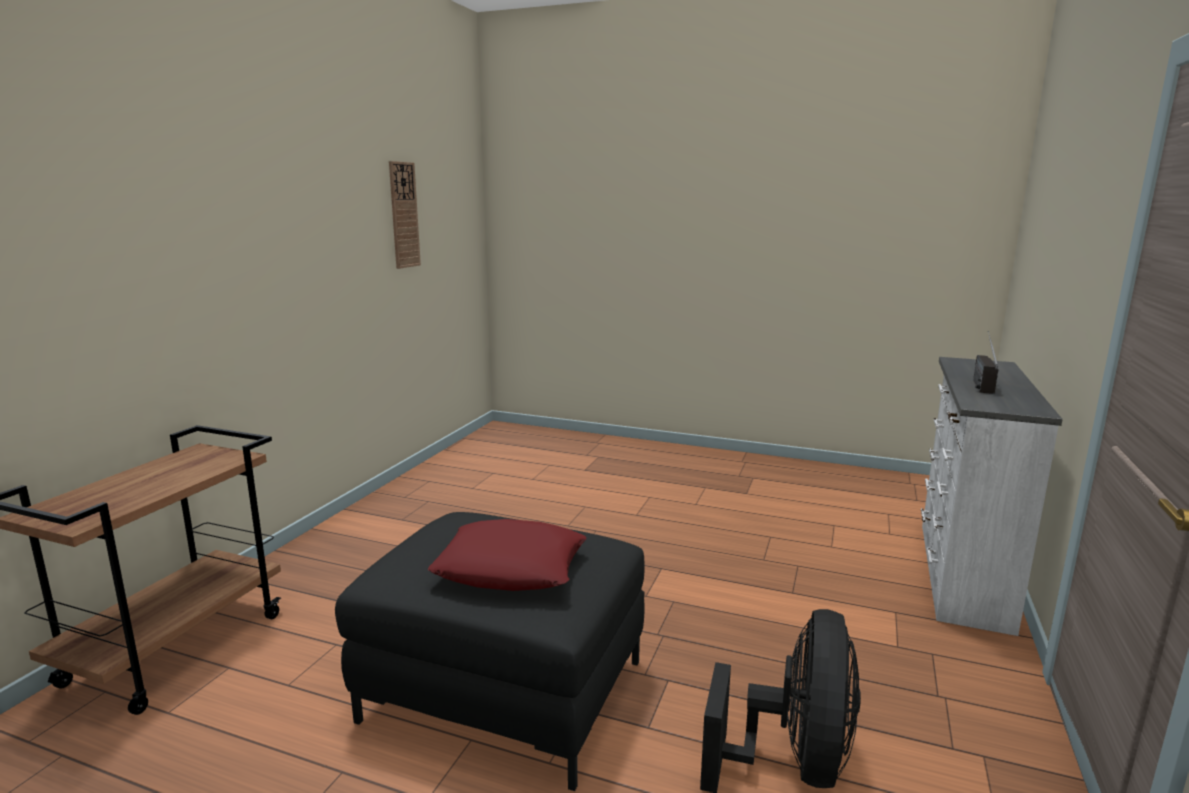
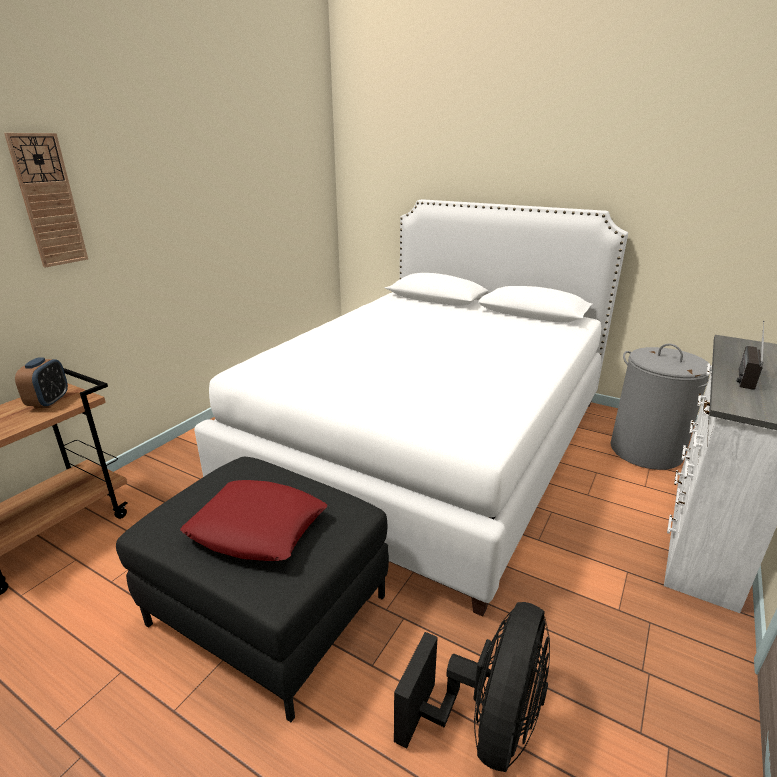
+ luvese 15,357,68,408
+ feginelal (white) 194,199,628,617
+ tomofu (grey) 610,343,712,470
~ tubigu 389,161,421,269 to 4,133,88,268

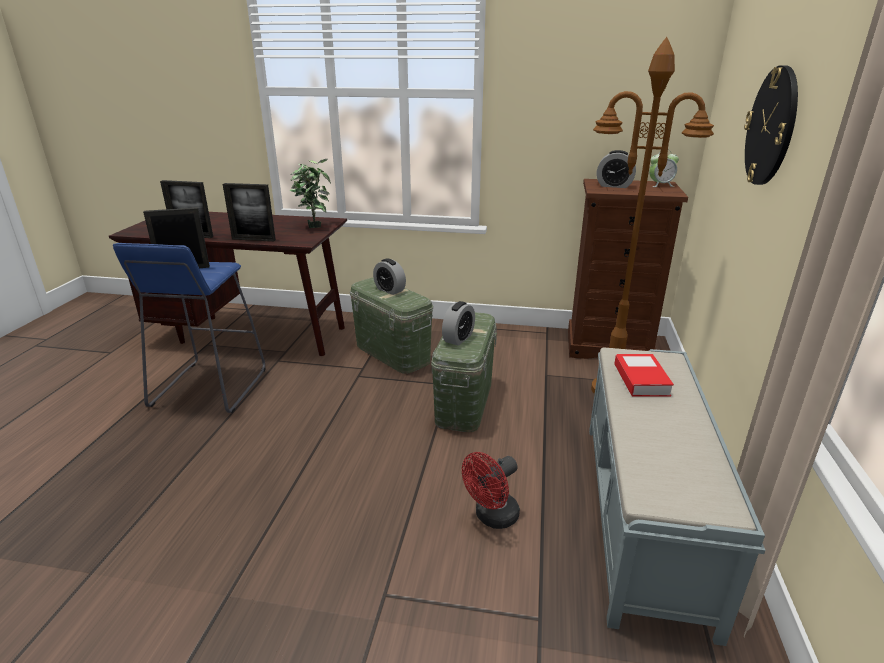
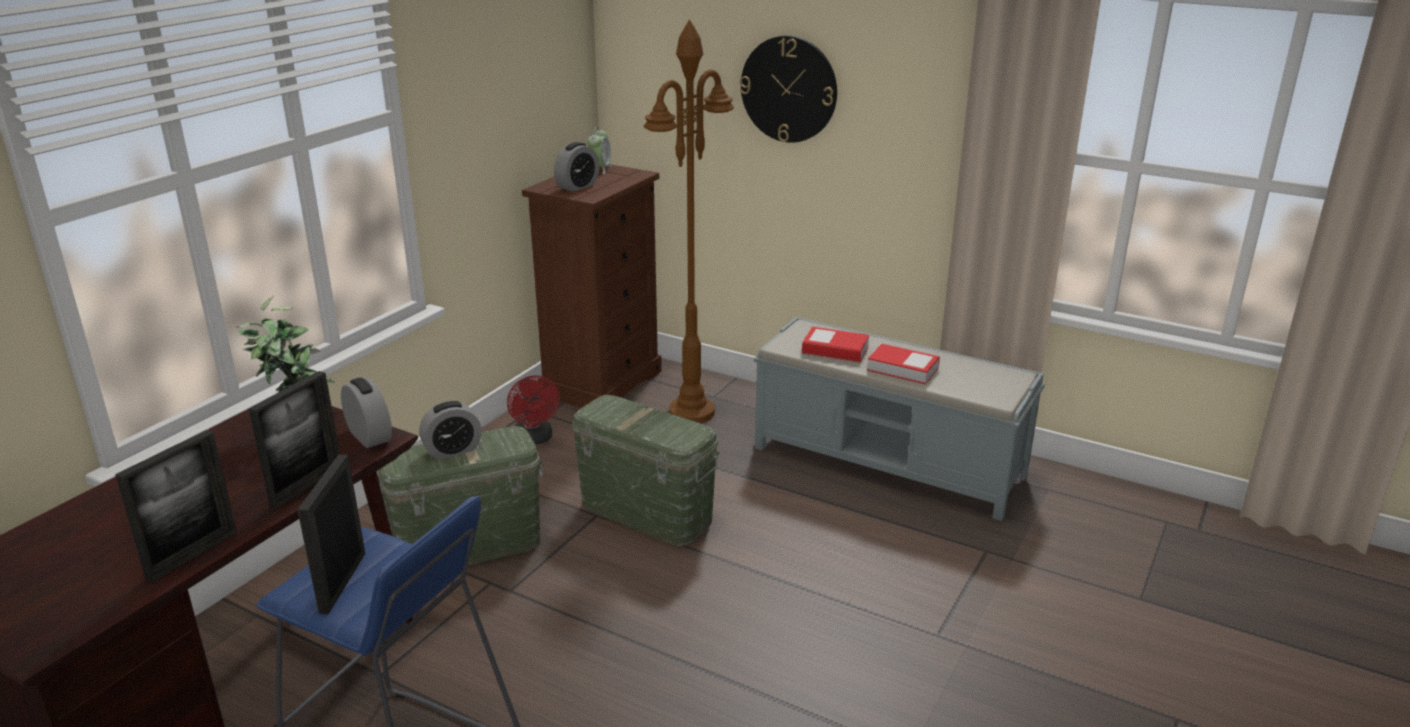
+ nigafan 867,344,940,384
~ luvese 442,301,475,346 to 341,378,392,448
~ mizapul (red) 462,452,520,529 to 507,375,560,445

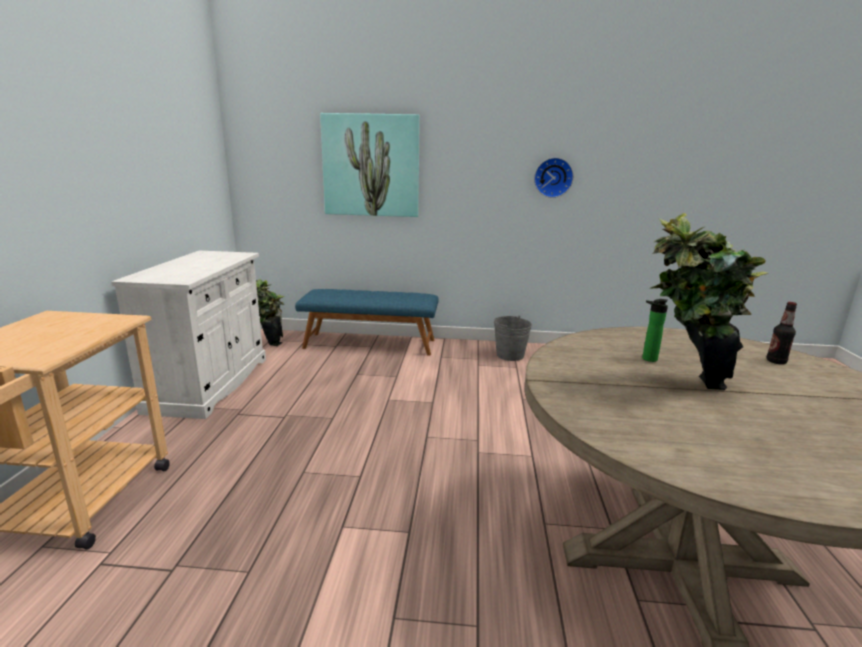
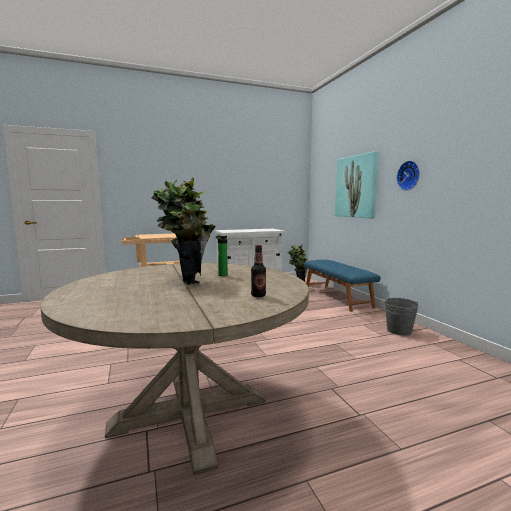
~ tubigu 534,157,574,198 to 397,161,420,191

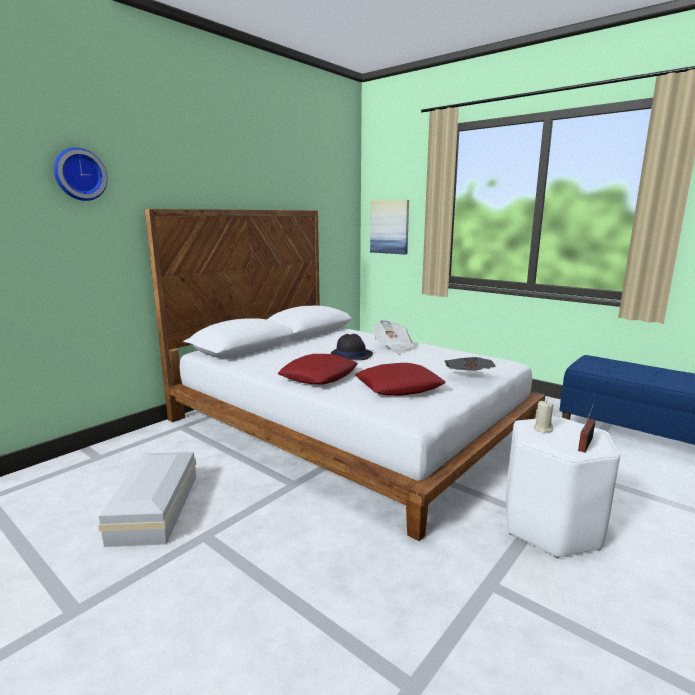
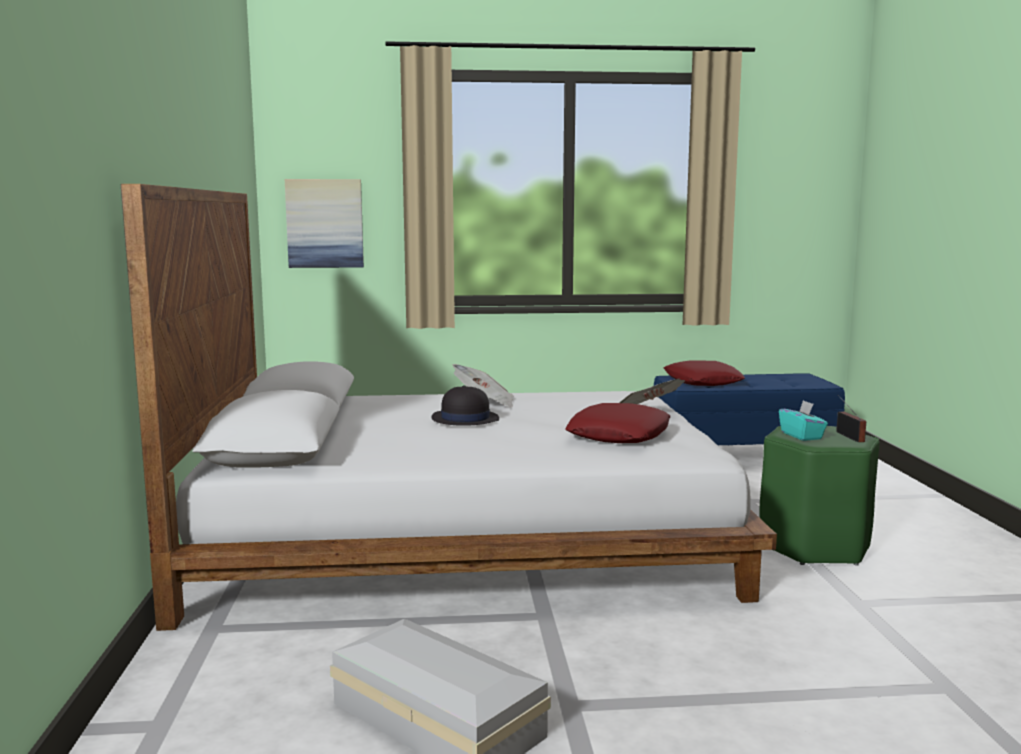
- tubigu 54,147,107,201
~ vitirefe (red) 277,354,358,384 to 664,360,745,386
~ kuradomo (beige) 534,400,553,434 to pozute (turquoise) 779,400,828,441
~ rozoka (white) 506,416,620,558 to rozoka (green) 759,426,880,565

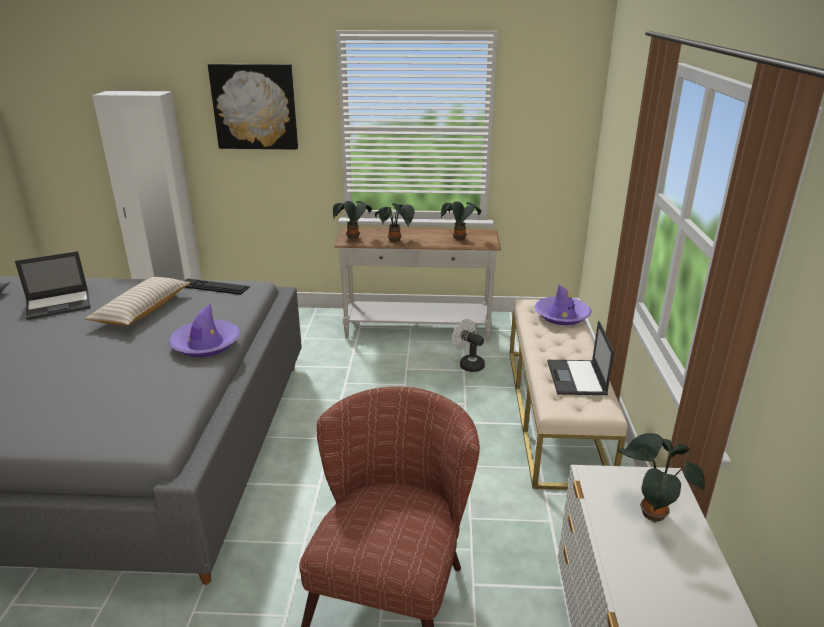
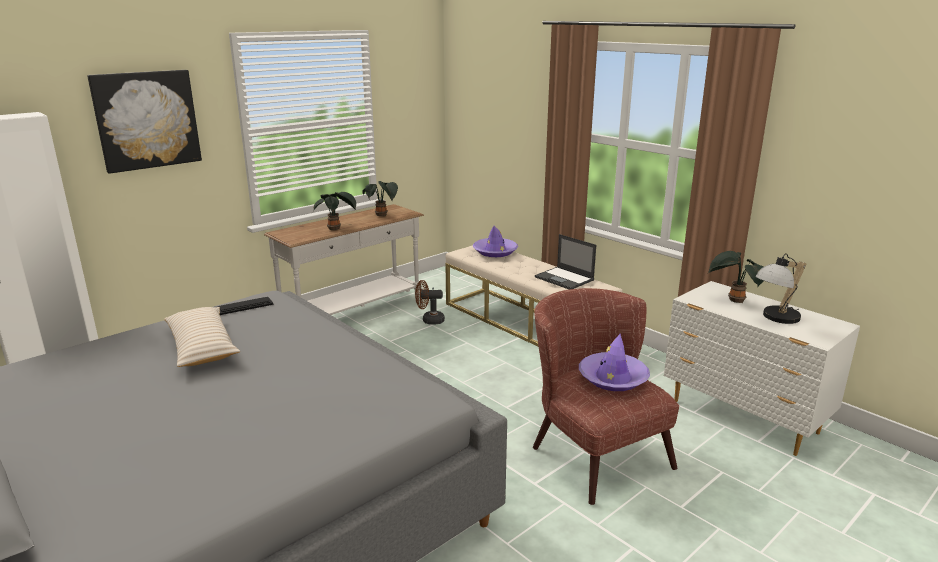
- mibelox 15,251,91,320
- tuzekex 333,201,372,239
+ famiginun 755,253,806,324
~ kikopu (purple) 168,303,240,357 to 579,334,650,391
~ mizapul (white) 452,319,485,372 to mizapul (brown) 415,280,445,325

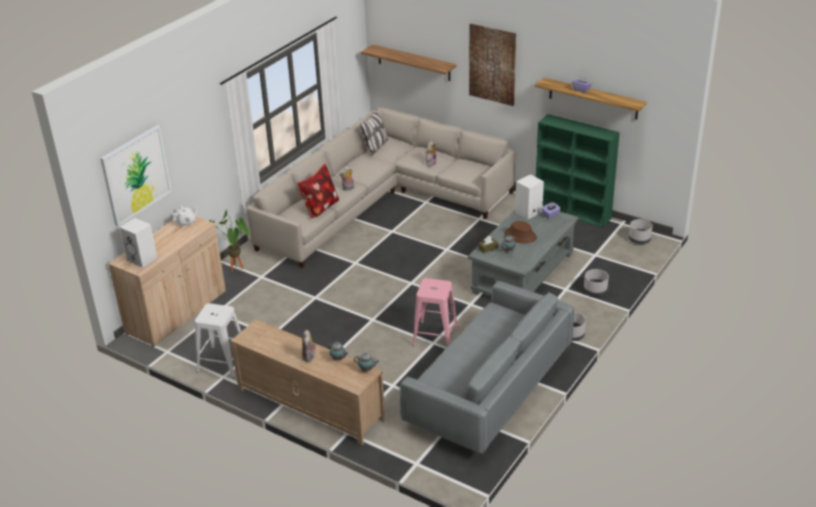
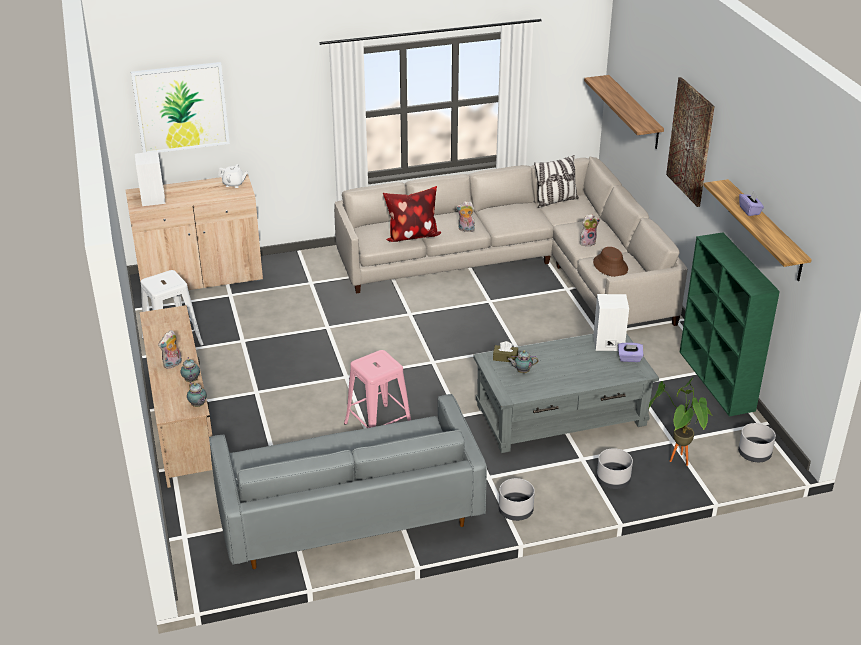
~ tuzekex 209,210,250,272 to 649,377,712,466
~ kikopu (brown) 504,221,537,244 to 593,247,628,277

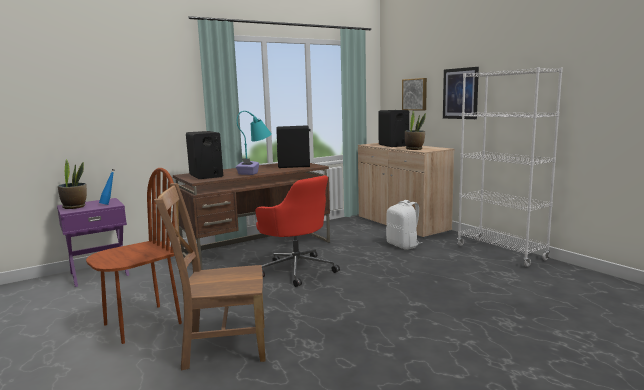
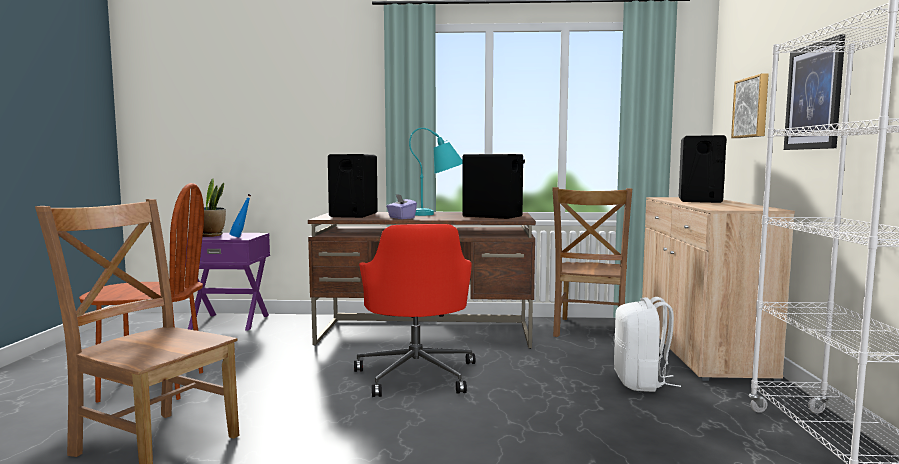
- tuzekex 405,111,426,150
+ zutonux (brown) 552,187,632,337

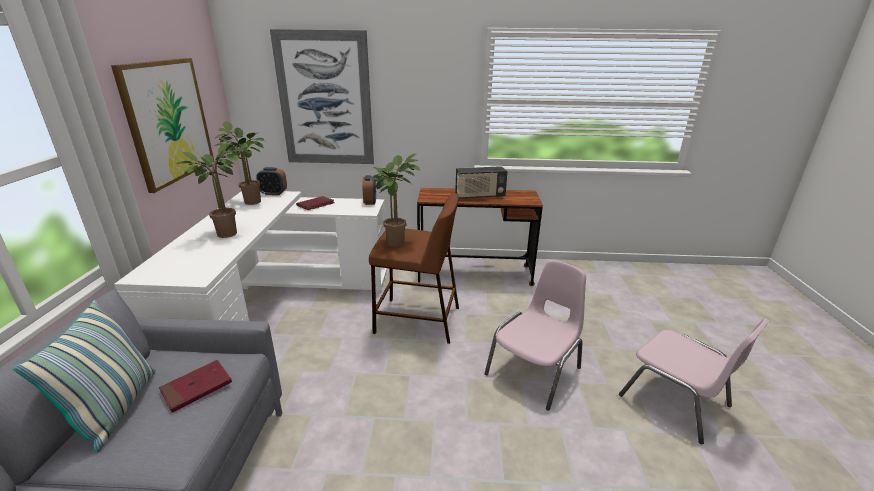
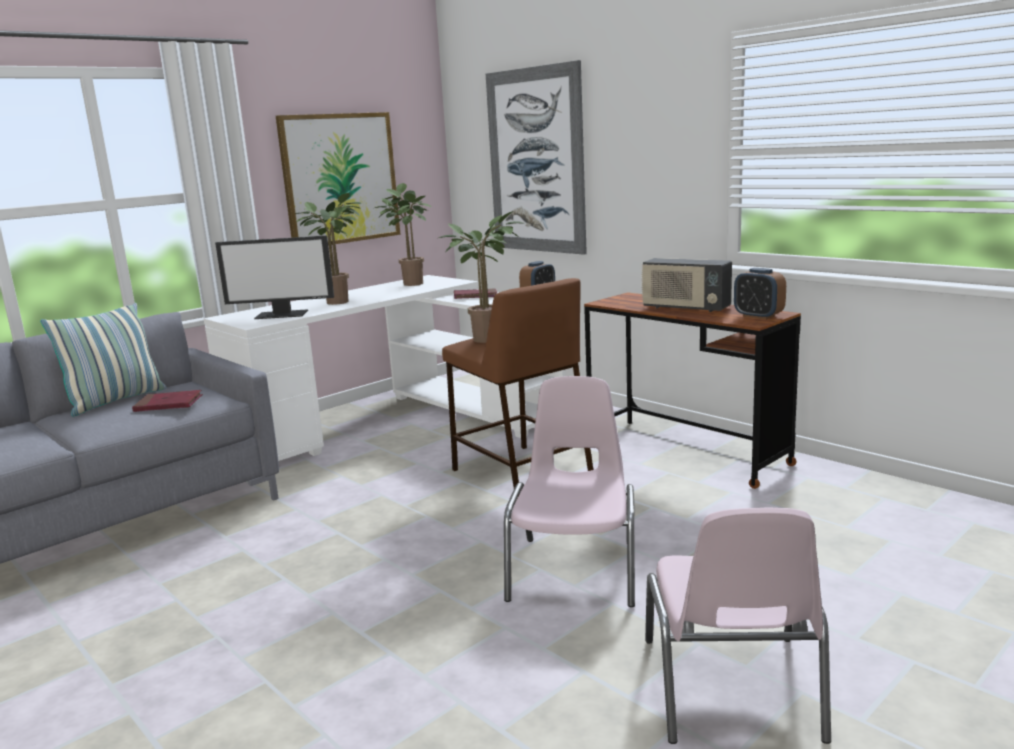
+ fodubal 215,236,334,319
~ luvese 256,167,287,196 to 734,268,786,320
~ zutonux (pink) 484,260,586,411 = 504,376,635,607 75 degrees counterclockwise

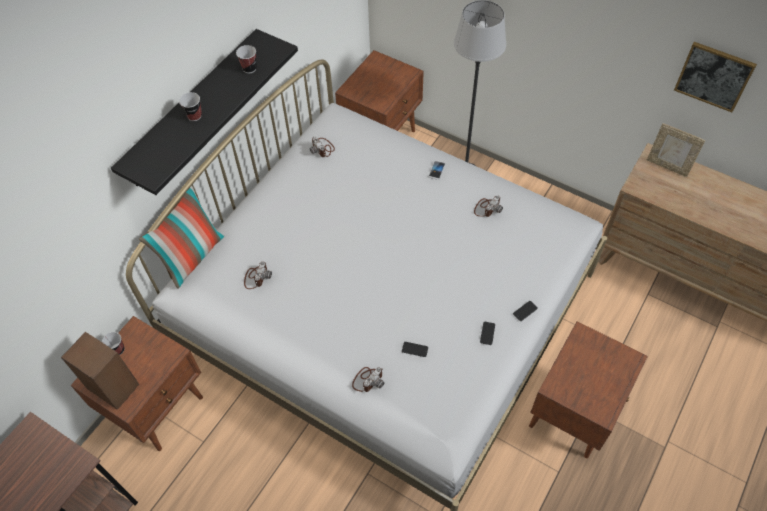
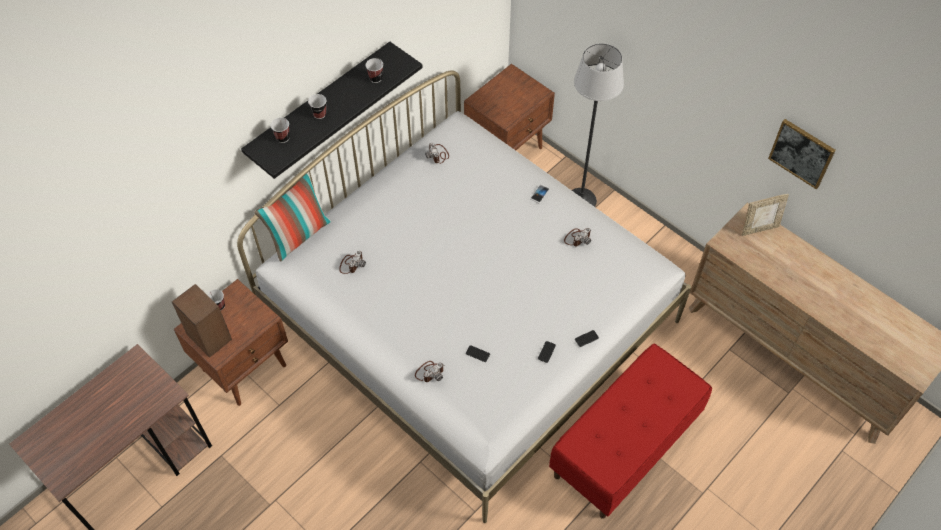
+ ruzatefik 271,118,290,143
~ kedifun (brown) 529,321,648,458 to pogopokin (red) 549,344,712,519
~ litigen 647,123,705,177 = 742,194,789,236 60 degrees counterclockwise

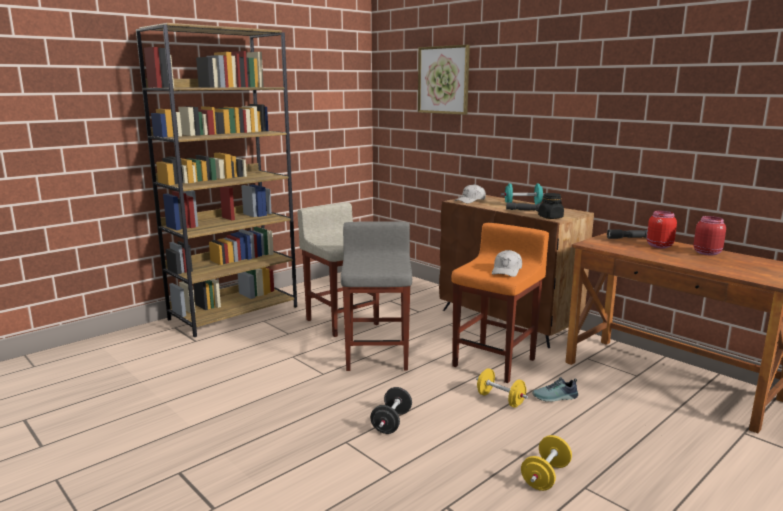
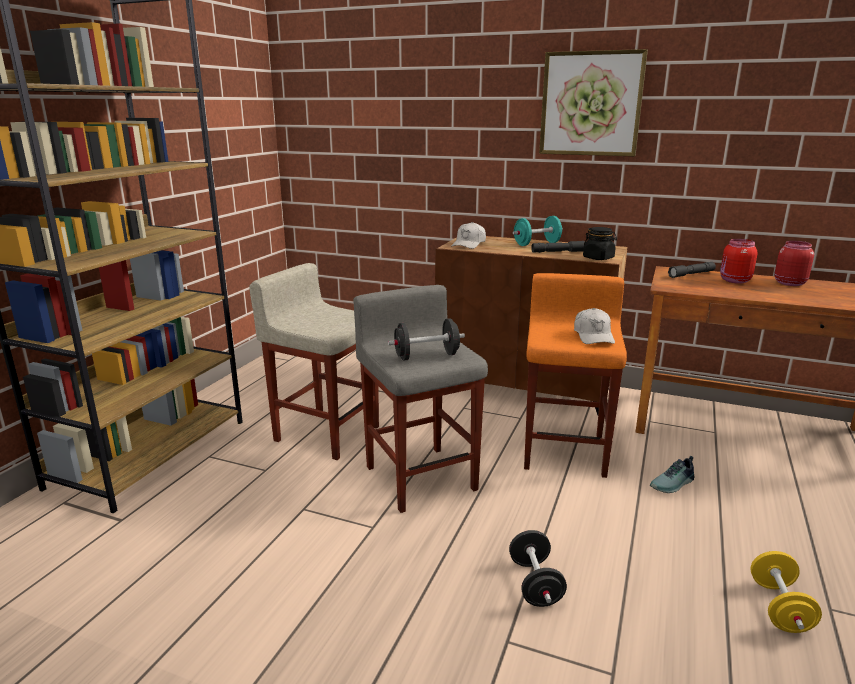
- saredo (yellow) 476,368,528,408
+ saredo (black) 388,318,465,361
~ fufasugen 418,45,470,115 to 539,49,648,156

